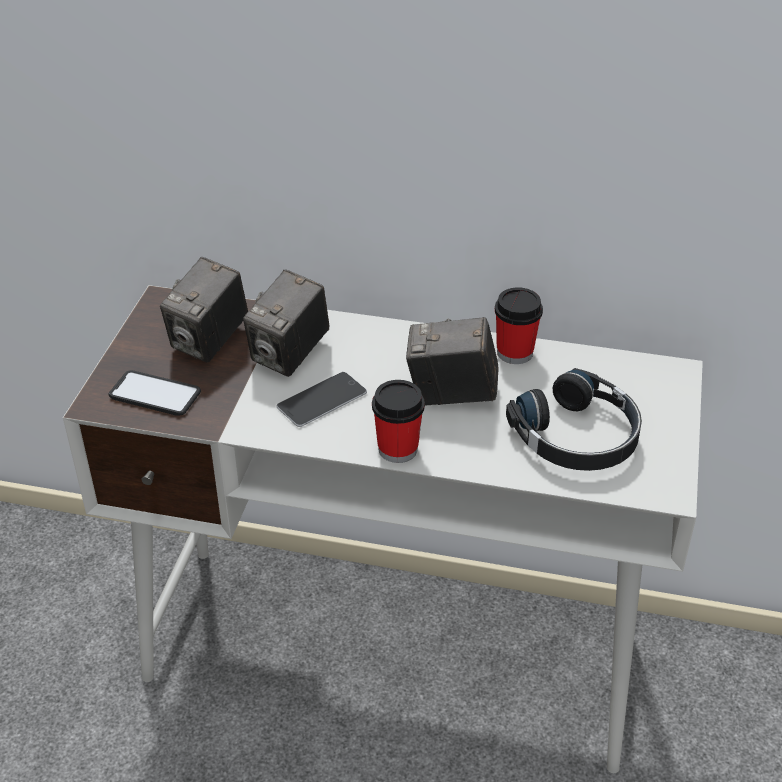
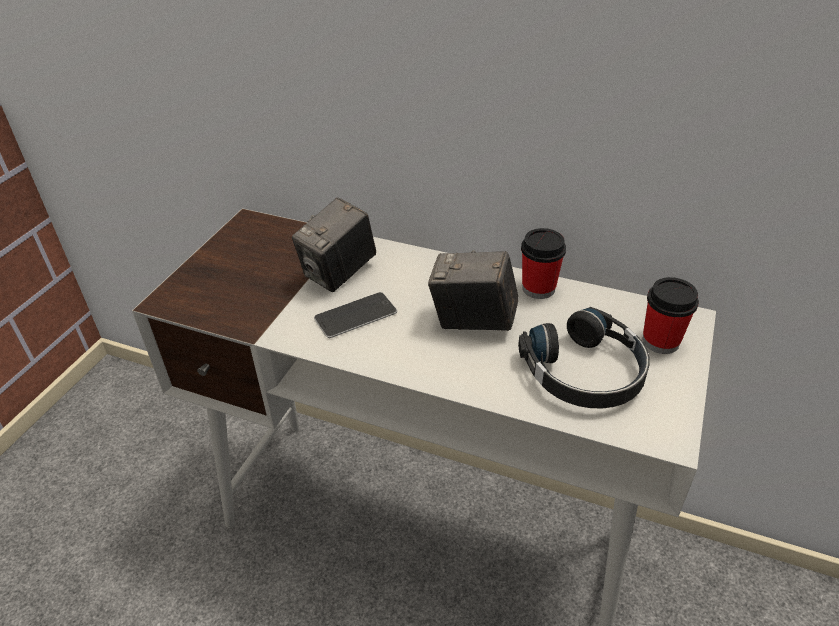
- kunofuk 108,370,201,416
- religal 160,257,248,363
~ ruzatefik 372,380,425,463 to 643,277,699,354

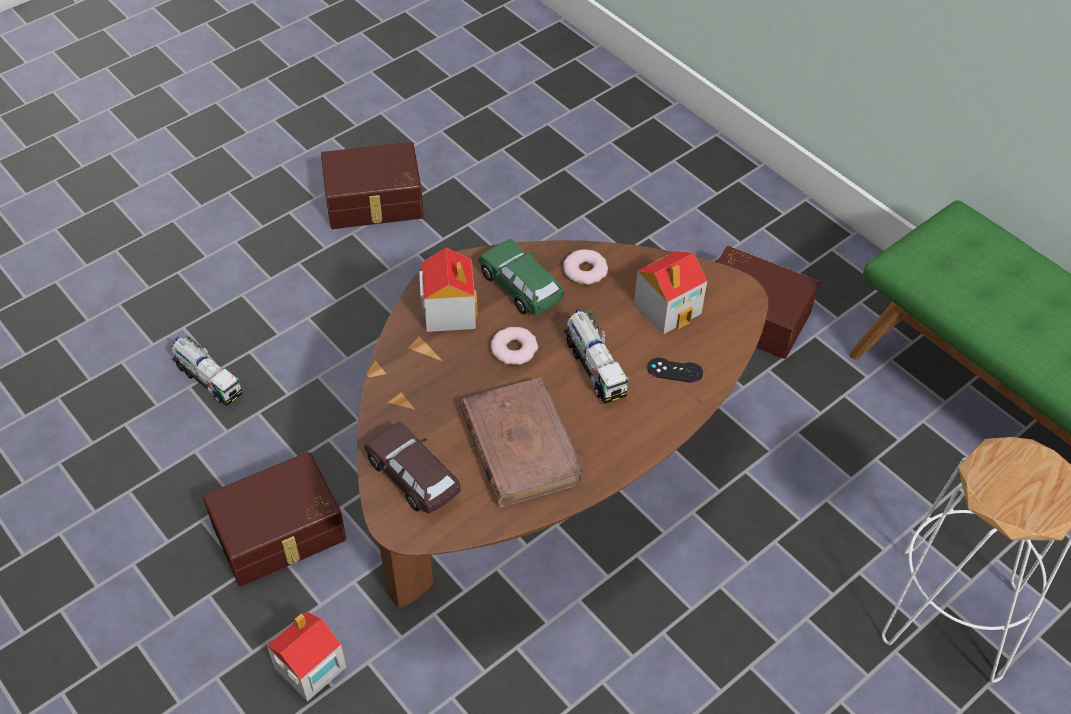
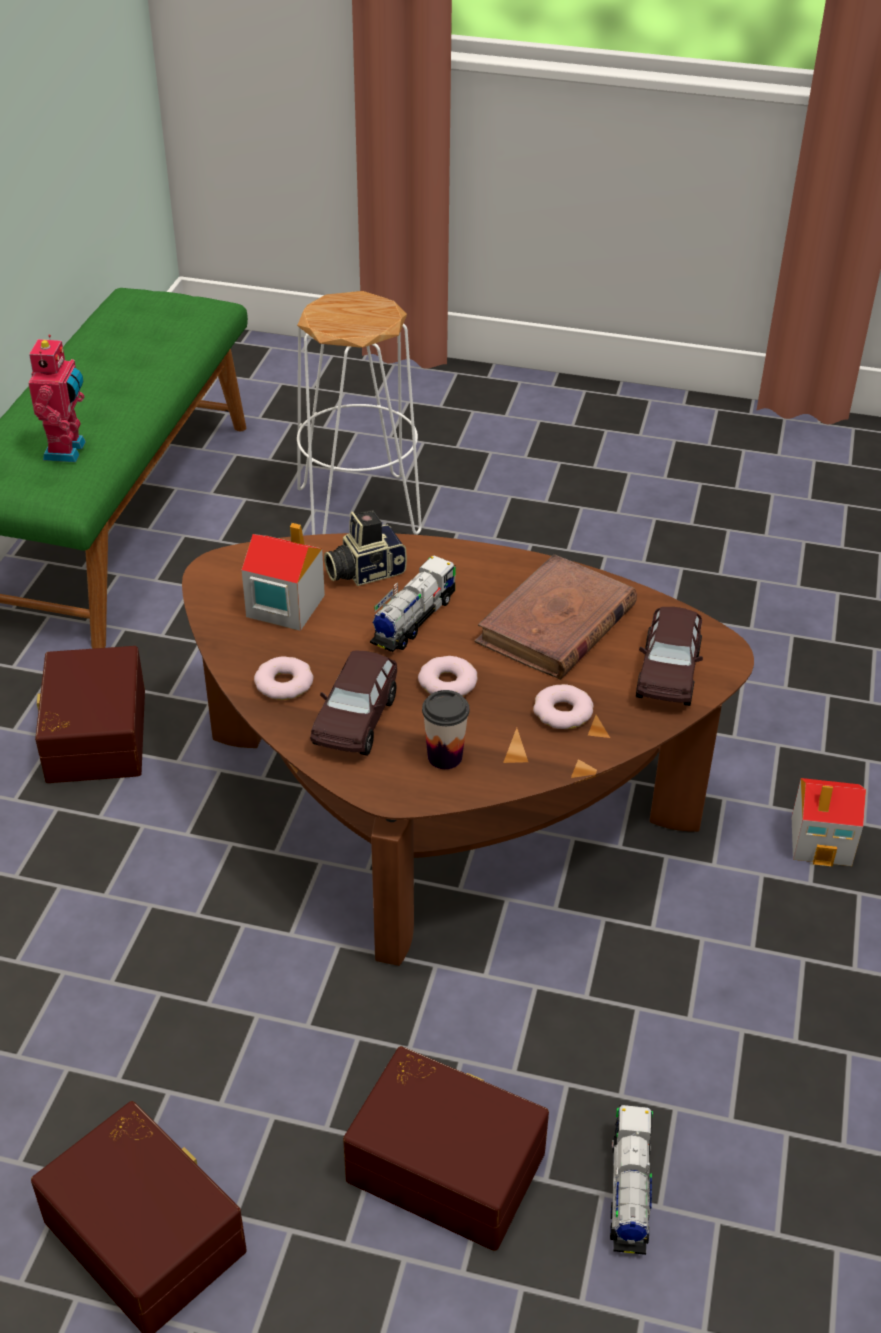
+ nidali 28,334,86,462
+ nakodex 533,684,594,729
~ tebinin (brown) 203,452,346,586 to 343,1046,549,1251
~ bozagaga 419,248,478,332 to ruzatefik 422,690,470,769
~ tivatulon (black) 647,358,703,383 to religal 324,510,407,586
~ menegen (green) 479,239,564,315 to menegen (brown) 310,651,397,756

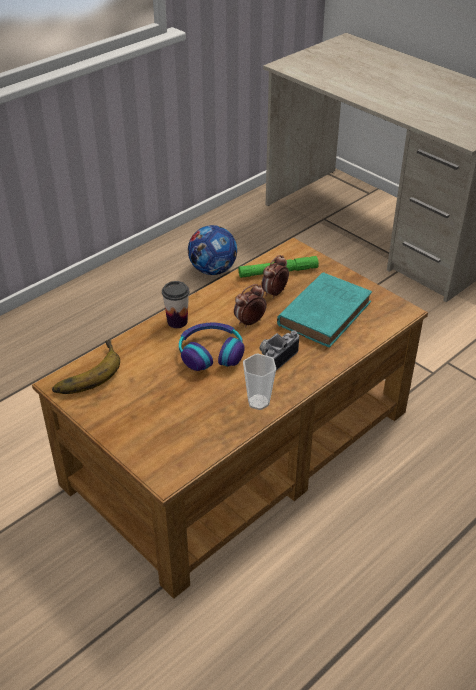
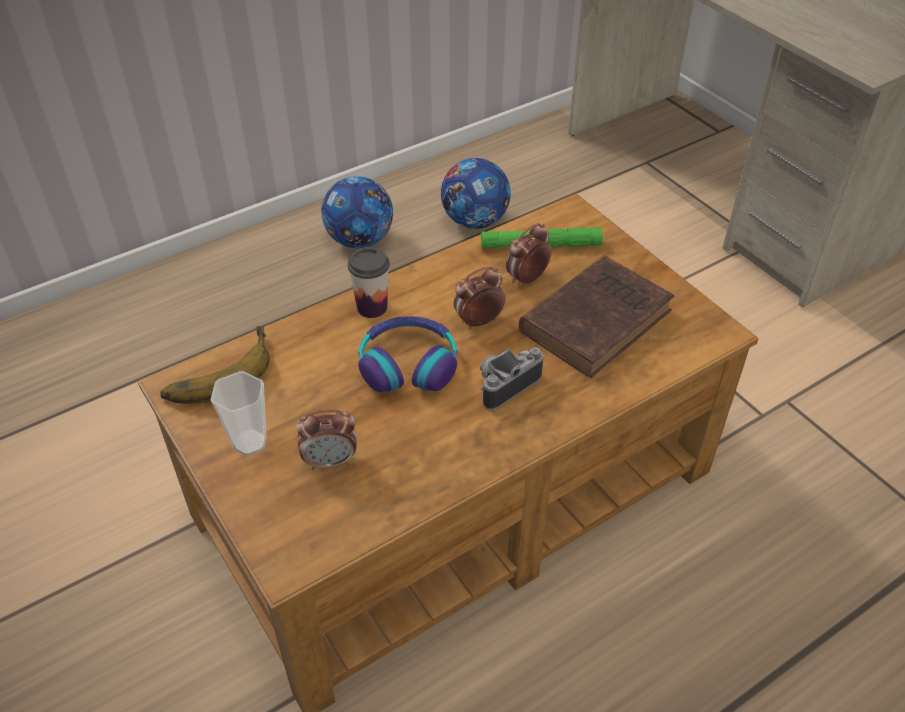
+ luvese 296,409,356,470
+ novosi 321,176,393,248
~ ruzatefik 243,354,276,410 to 210,371,266,456
~ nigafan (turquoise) 277,272,372,347 to nigafan (brown) 519,255,674,378

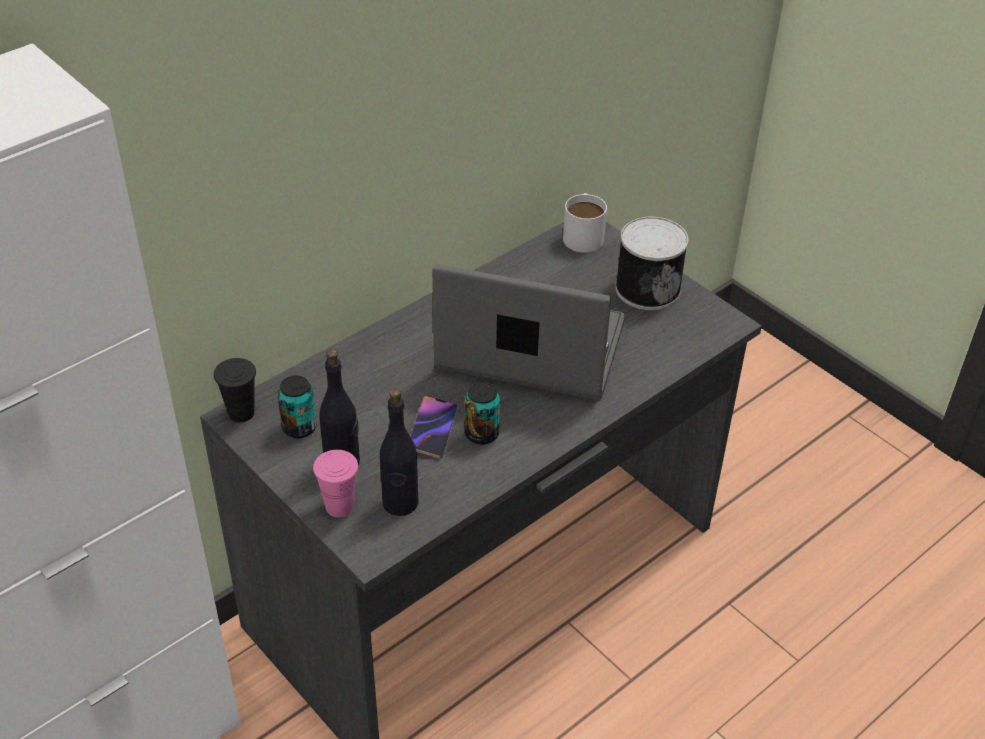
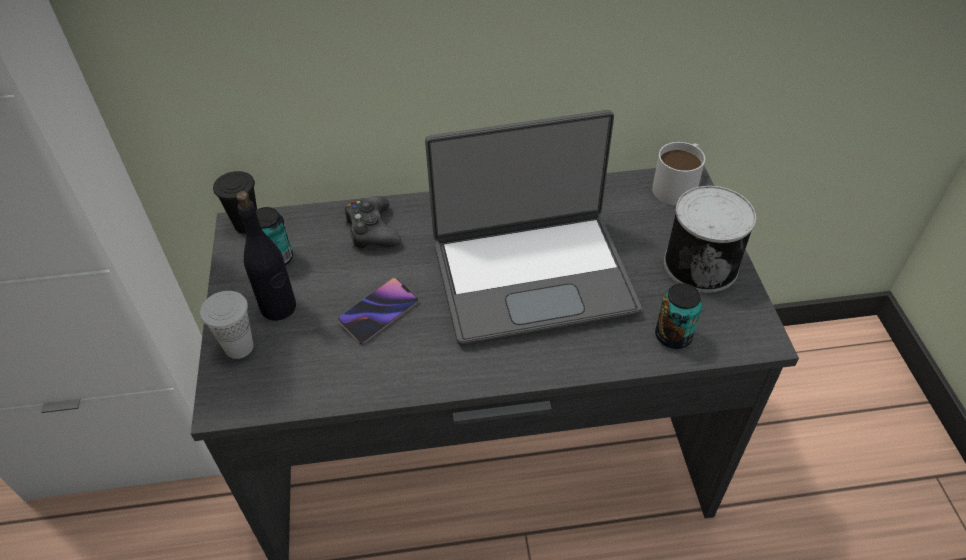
- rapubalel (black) 380,388,419,516
+ tivatulon (black) 344,196,401,249
~ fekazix 464,382,500,445 to 655,283,703,349
~ ruzatefik (pink) 313,450,358,518 to ruzatefik (white) 200,291,254,359
~ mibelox 432,264,625,400 = 425,110,642,346 120 degrees clockwise

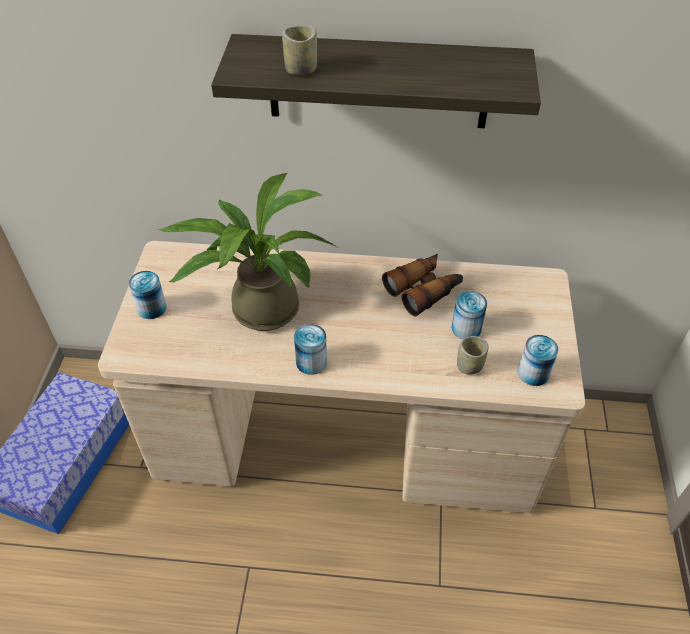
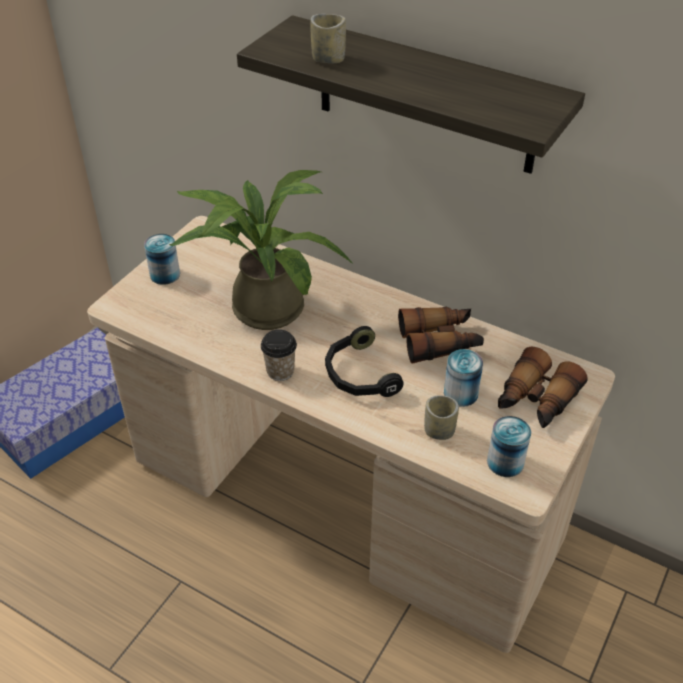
+ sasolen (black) 325,326,404,397
+ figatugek 498,347,588,428
~ fekazix 294,324,327,375 to ruzatefik 261,329,297,381

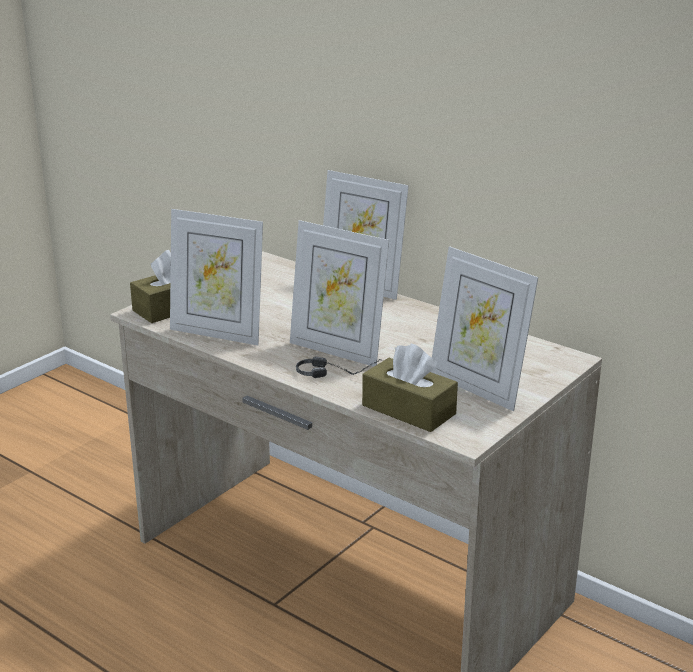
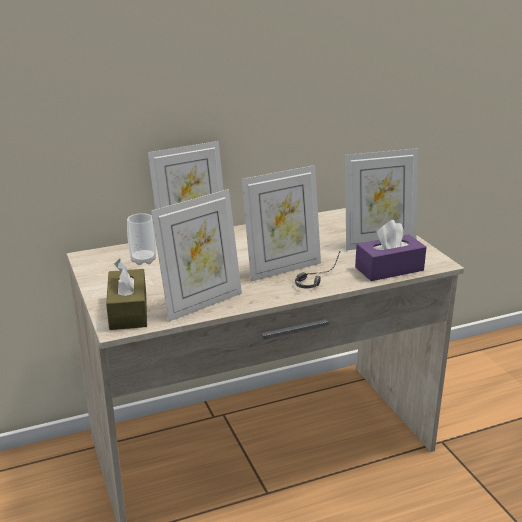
+ ruzatefik 127,213,156,265
~ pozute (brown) 362,344,458,432 to pozute (purple) 355,220,427,281

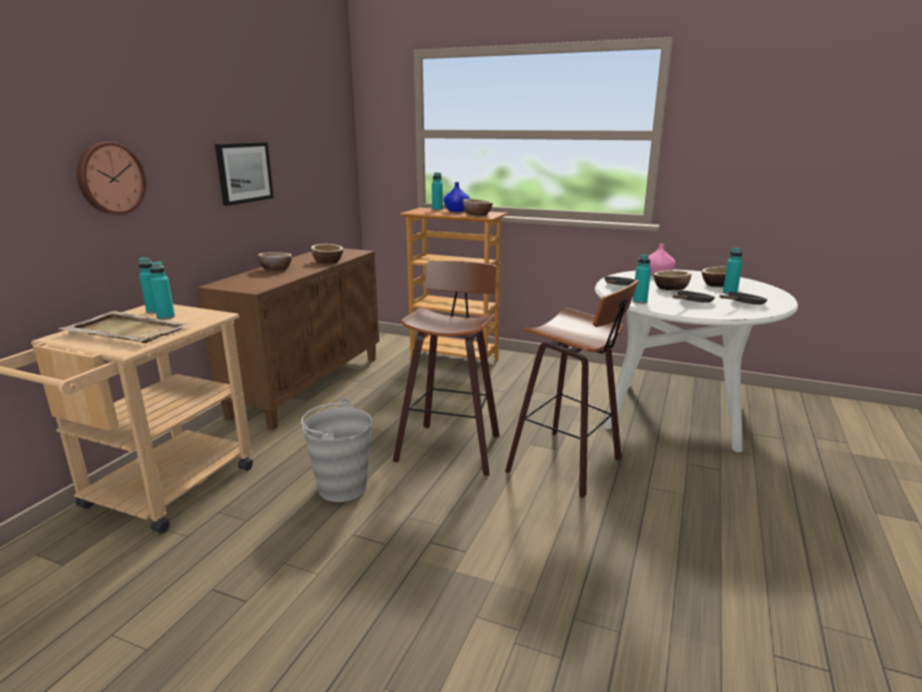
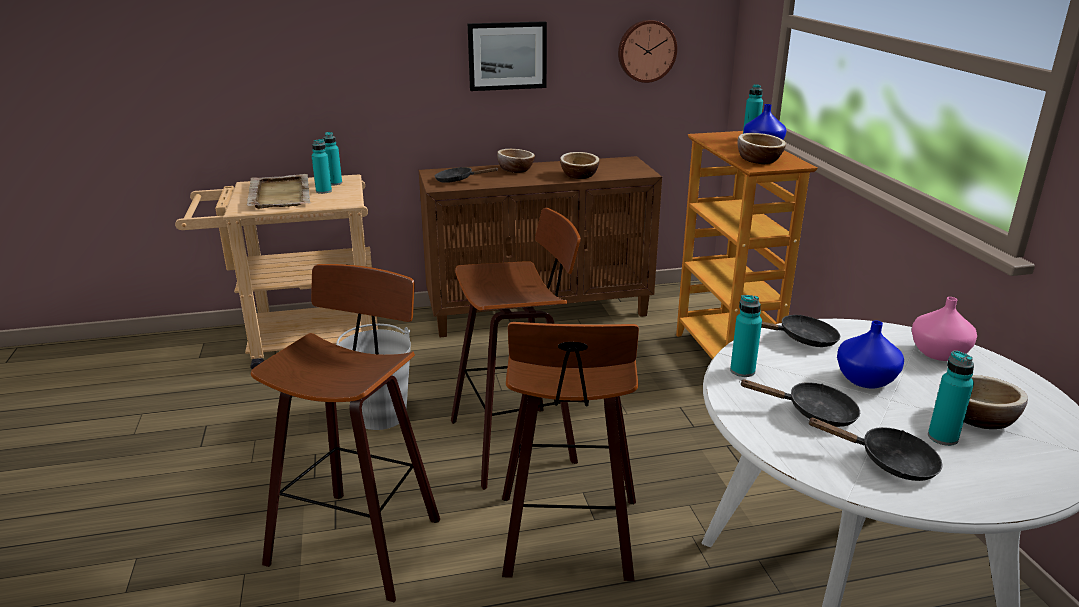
+ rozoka 251,264,440,603
+ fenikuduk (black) 435,167,499,183
~ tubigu 77,142,146,215 to 618,20,677,83
~ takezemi 654,270,692,290 to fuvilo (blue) 837,320,904,389

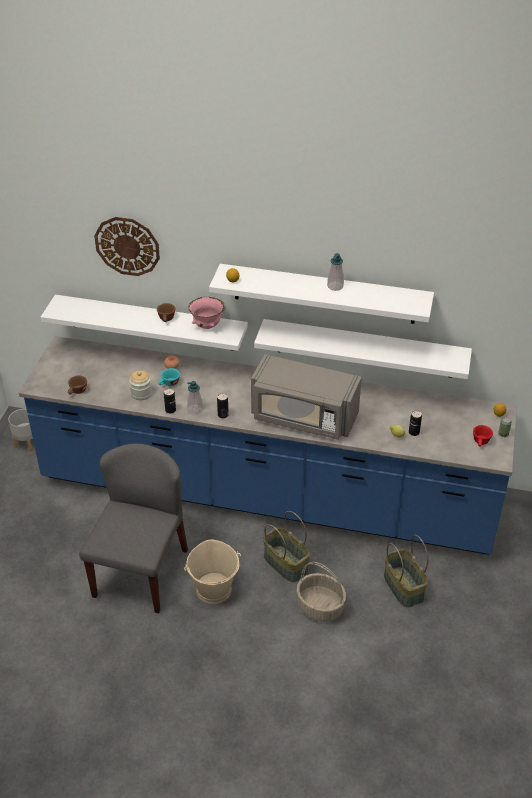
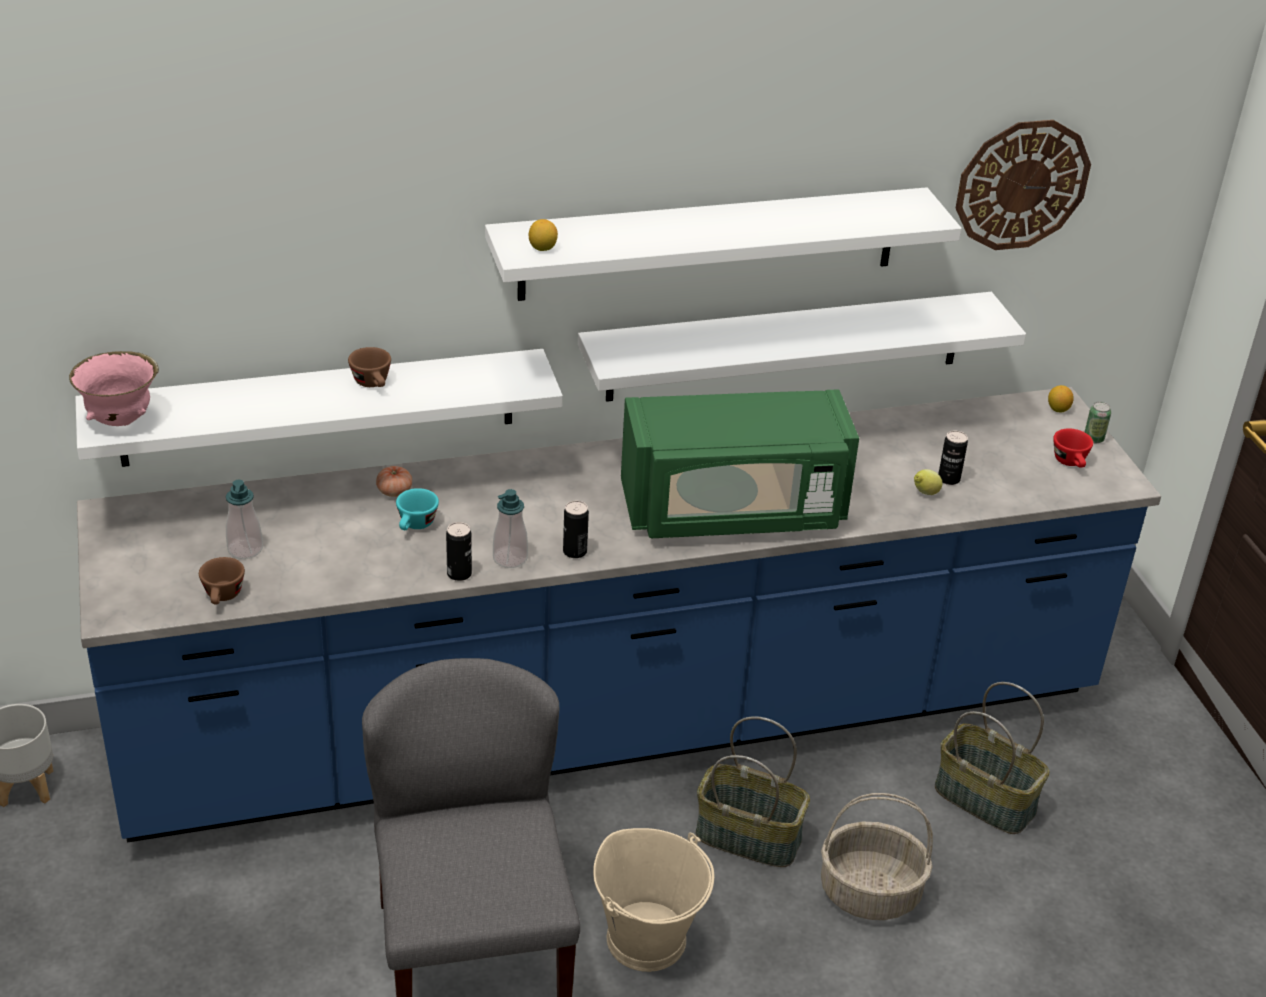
- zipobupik 129,370,152,400
~ tubigu 94,217,160,276 to 956,120,1091,250
~ takezemi (pink) 189,297,225,329 to 69,351,159,426
~ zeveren 327,253,344,291 to 226,480,263,559
~ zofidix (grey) 251,354,362,440 to zofidix (green) 621,389,859,538

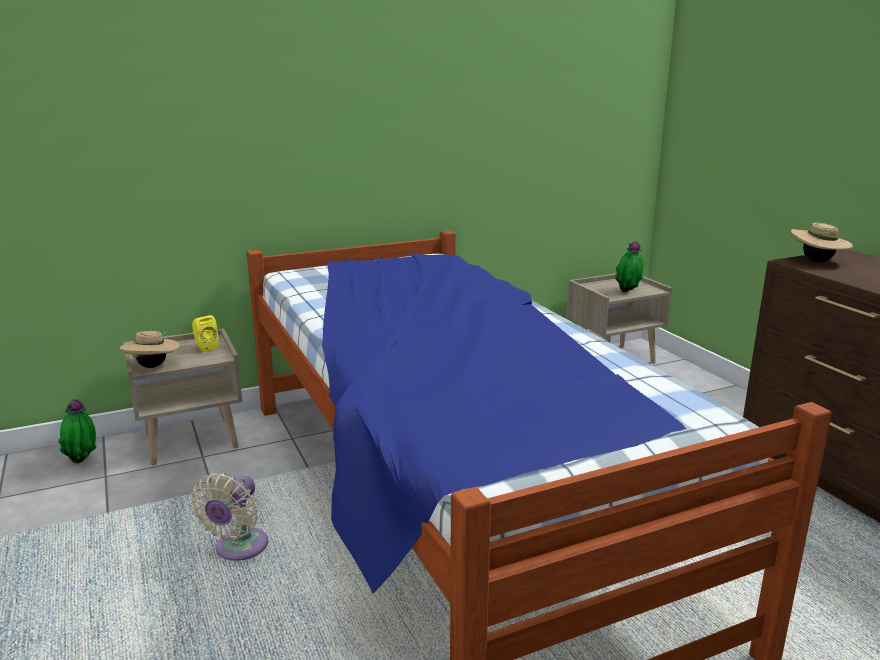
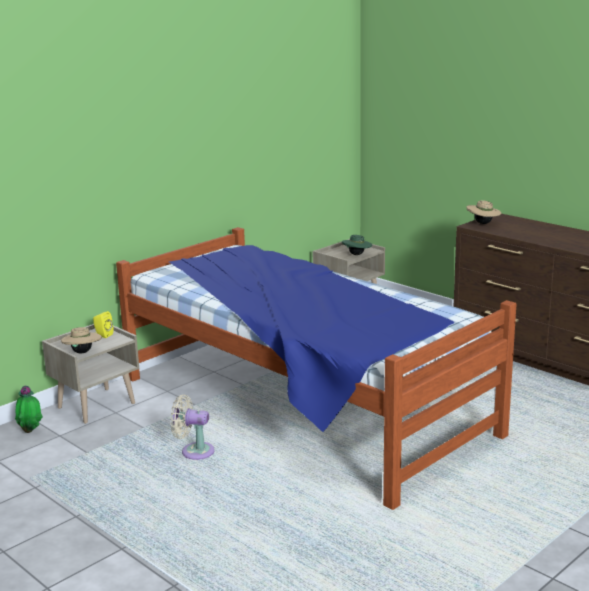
~ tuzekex 615,241,643,292 to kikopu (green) 342,235,372,255
~ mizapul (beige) 191,473,268,561 = 170,395,215,460 105 degrees clockwise

